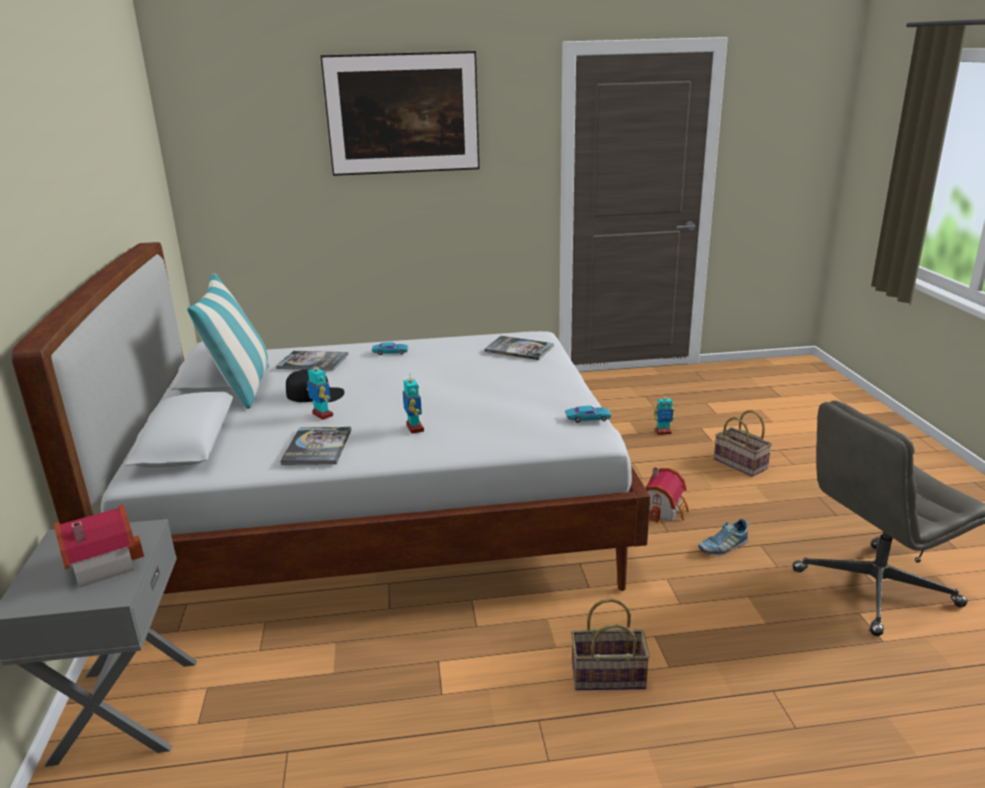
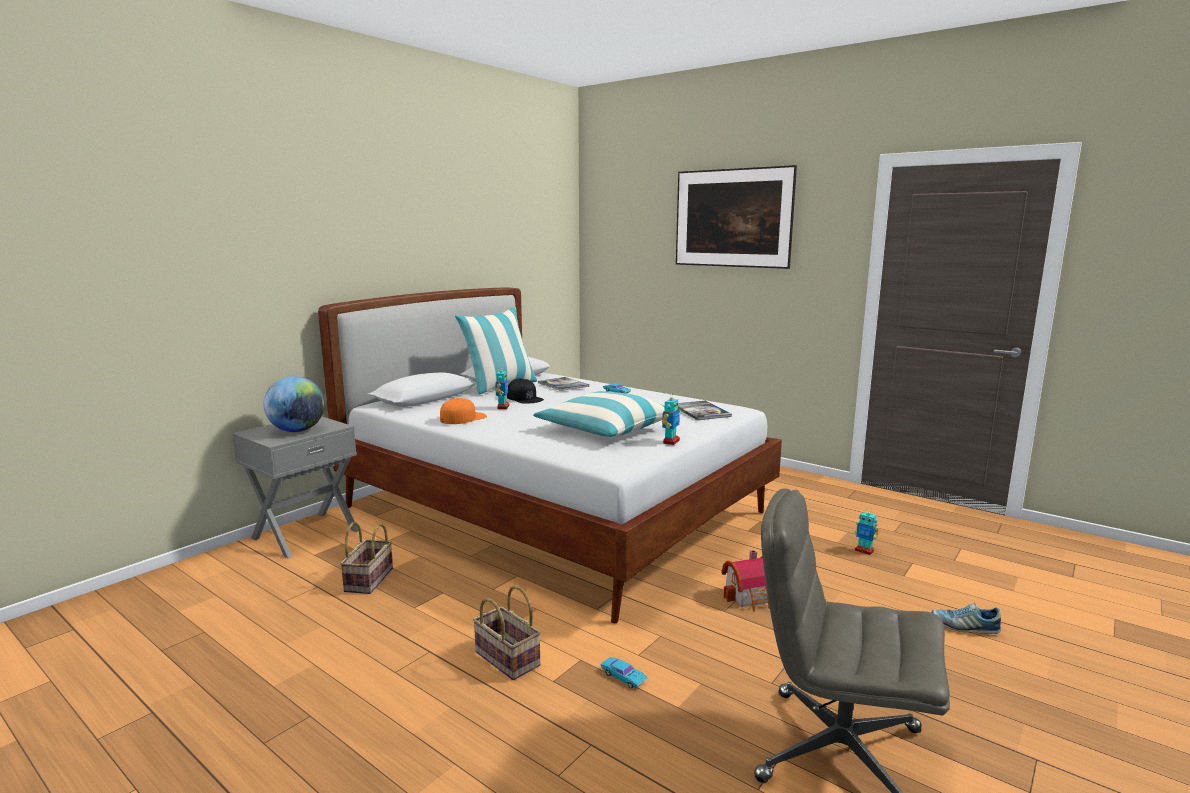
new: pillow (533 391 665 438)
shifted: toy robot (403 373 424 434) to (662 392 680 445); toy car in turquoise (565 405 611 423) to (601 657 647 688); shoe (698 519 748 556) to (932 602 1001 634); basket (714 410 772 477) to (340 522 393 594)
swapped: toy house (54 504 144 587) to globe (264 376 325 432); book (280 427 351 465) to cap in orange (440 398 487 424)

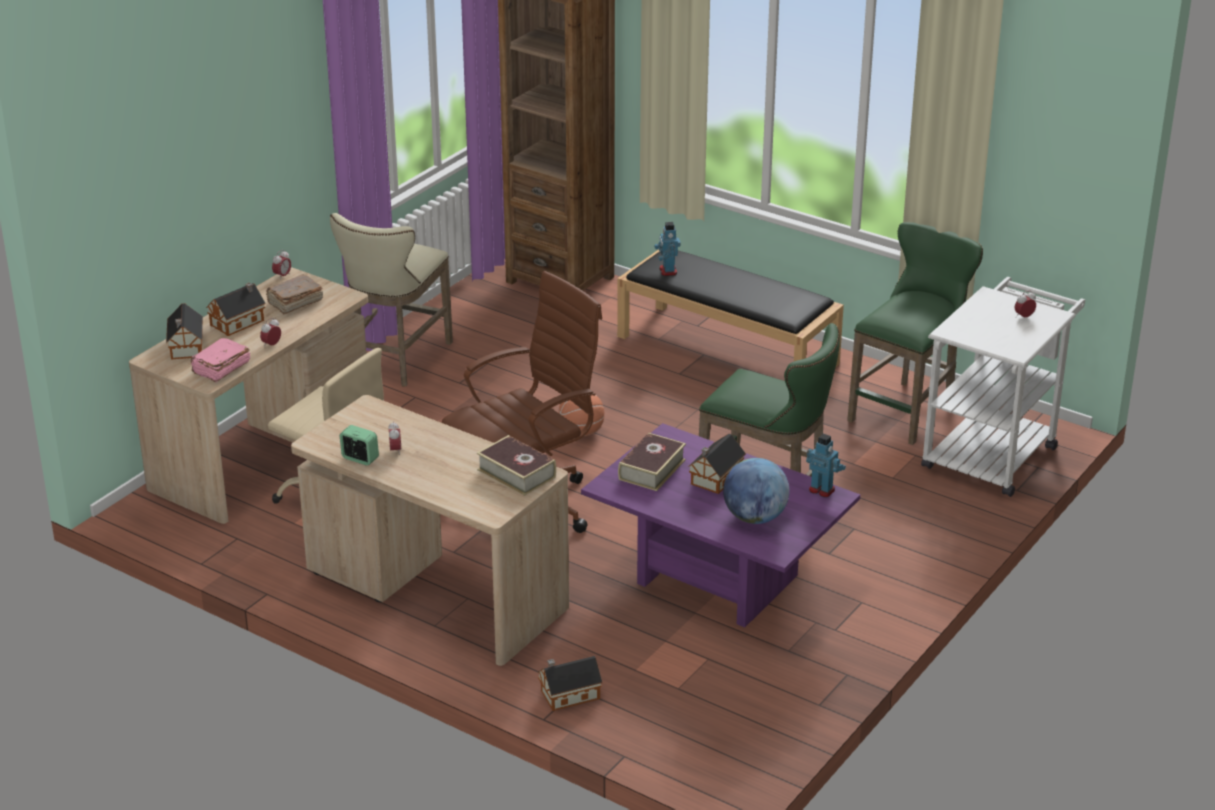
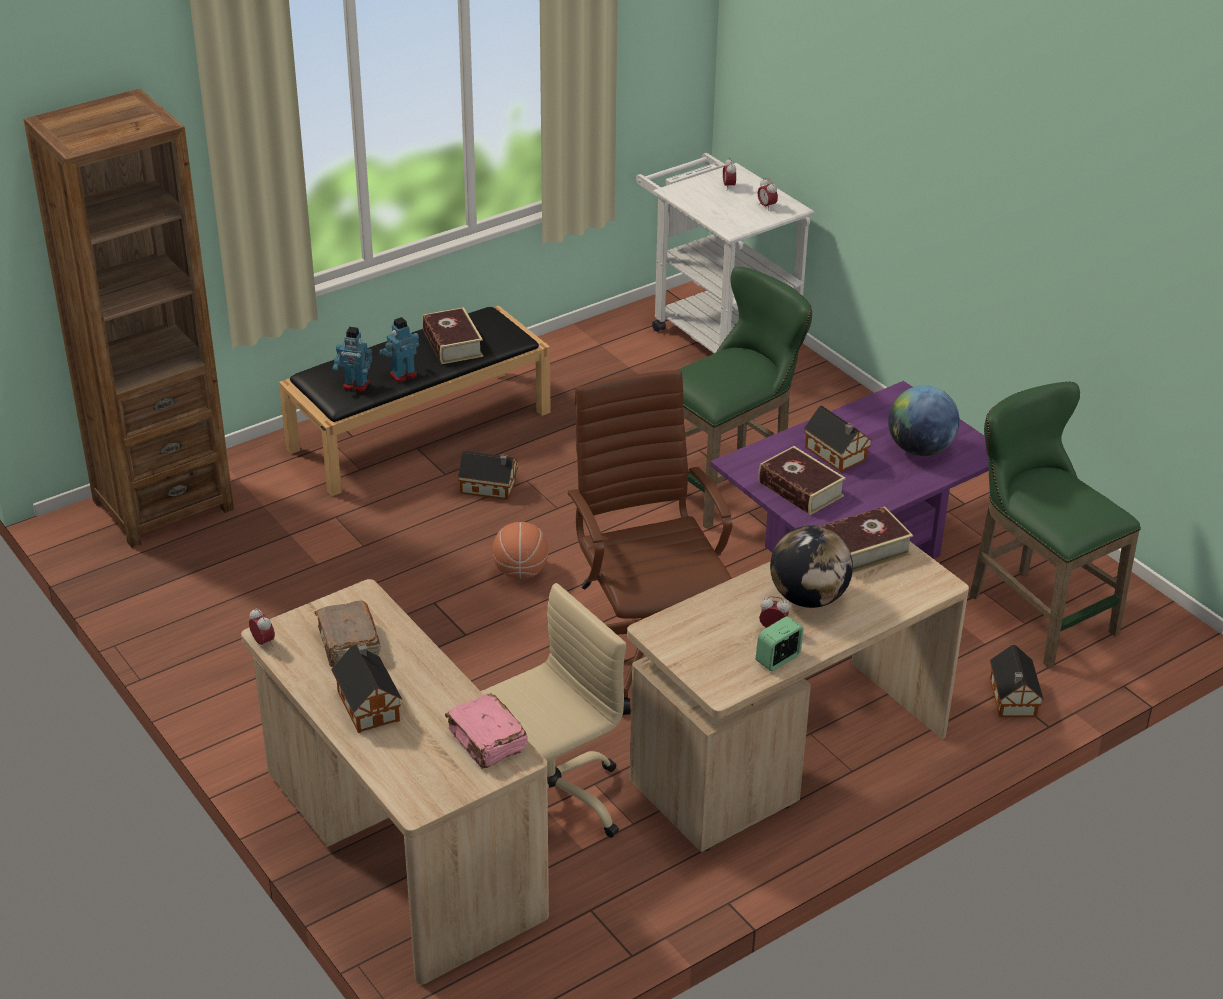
gone: stool in beige (330 213 453 386)
new: book (422 307 483 364); globe (770 525 853 608)
shifted: toy house (166 303 203 359) to (458 451 518 500); alarm clock (260 318 281 347) to (758 177 778 211); toy robot (806 434 846 497) to (379 317 419 383); stool in green (847 222 983 445) to (969 381 1141 668)

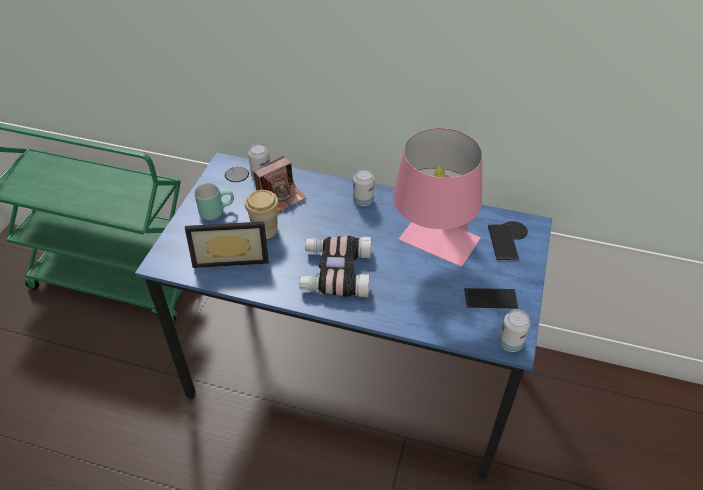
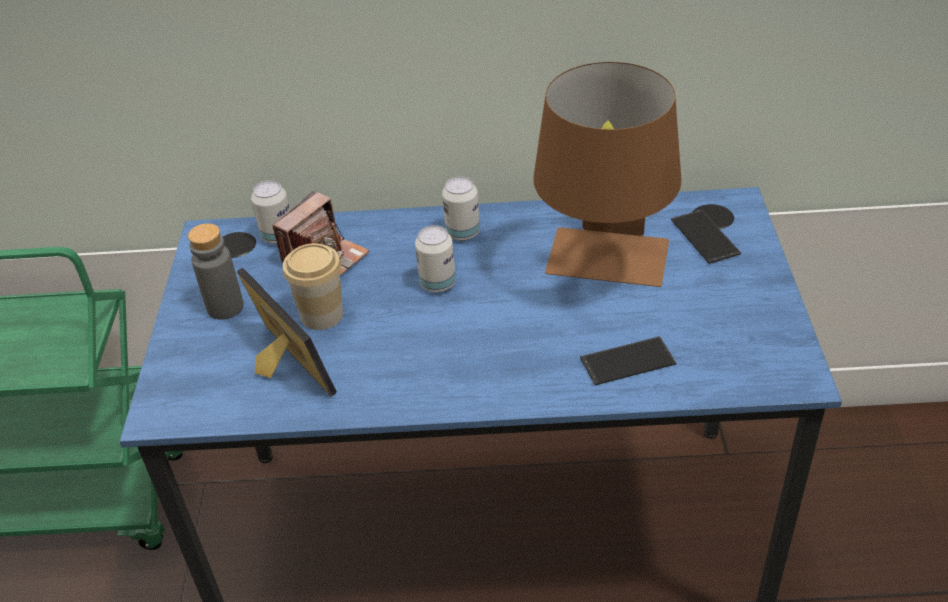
gone: binoculars (299 236 371 297)
shifted: phone (464 288 518 309) to (580 336 676 385); can (499 309 530 352) to (415 225 456 292)
swapped: mug in turquoise (194 183 234 220) to bottle in grey (188 223 244 320)
repainted: table lamp in pink (393 128 482 266) to table lamp in brown (533 62 681 287)
rotated: picture frame (185 221 269 268) = (237 268 336 397) 105 degrees counterclockwise

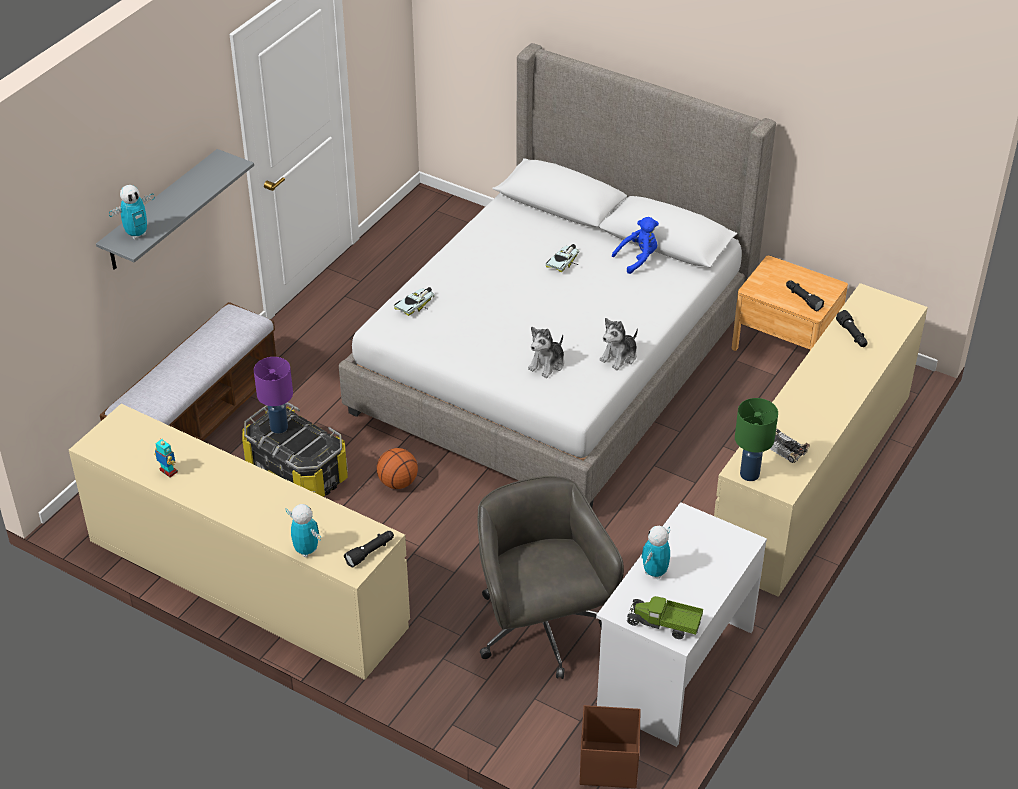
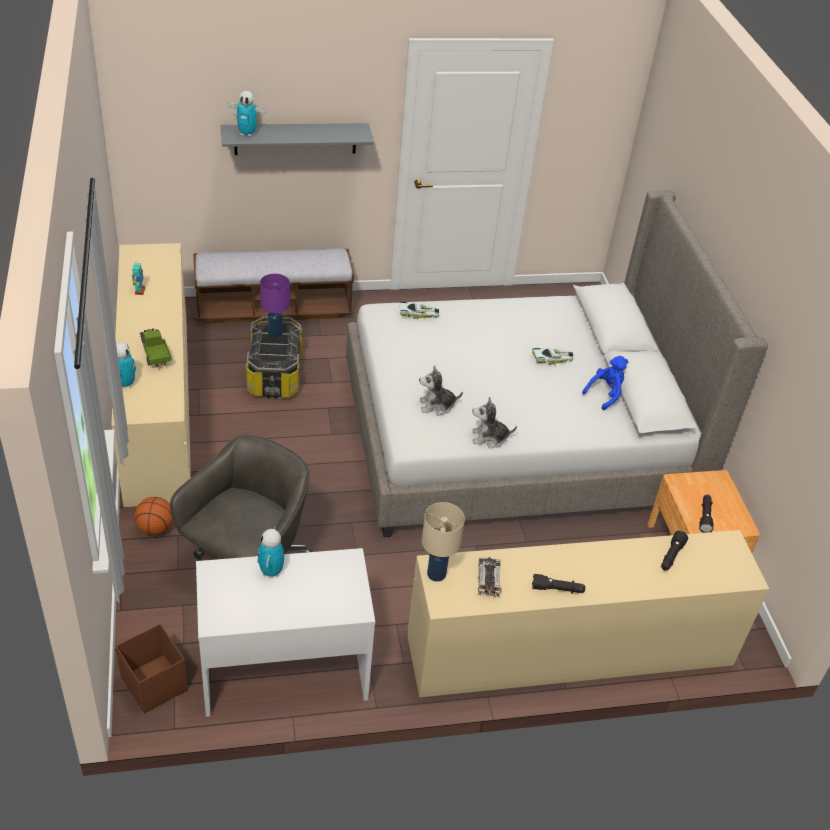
shifted: flashlight in black (344 531 394 568) to (532 574 585 594); basketball (377 448 418 489) to (135 497 173 535); toy truck (627 596 703 639) to (140 328 172 367)
repainted: table lamp in green (735 398 778 481) to table lamp in beige (422 502 465 582)
rotated: plush toy in blue (612 217 659 274) = (582 356 628 410) 60 degrees counterclockwise; toy robot (641 526 670 579) = (257 527 284 577) 75 degrees counterclockwise

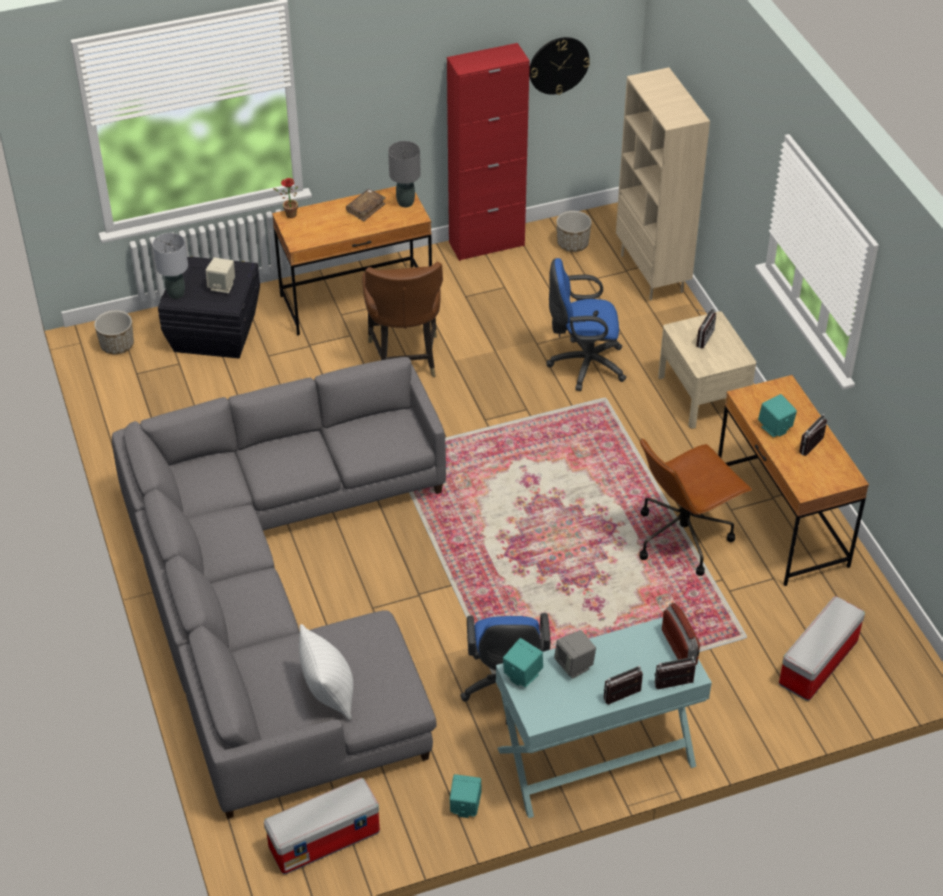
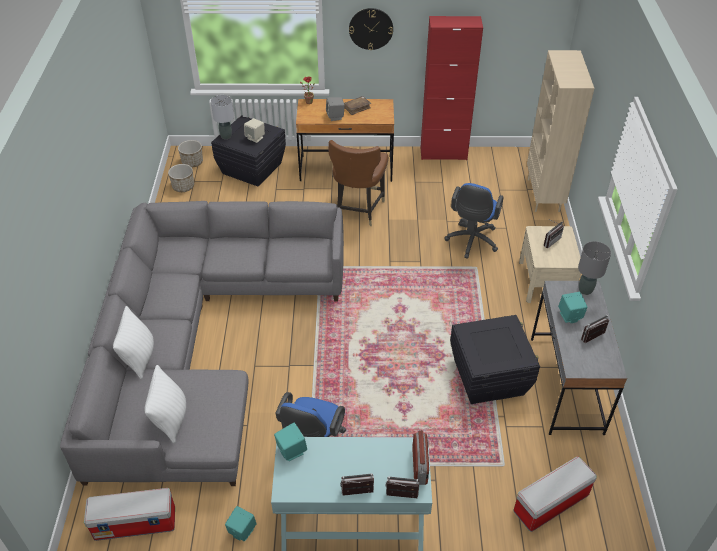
new: pillow in white (113 306 154 379)
shifted: table lamp in grey (388 141 421 207) to (578 241 611 295); wall clock (529 37 590 95) to (349 8 393 50); speaker in grey (554 630 596 679) to (326 97 345 121); planter (556 211 592 252) to (168 164 194 192)
swapped: office chair in brown (640 438 752 576) to storage box in black (450 315 540 404)
repainted: desk in brown (718 375 869 586) to desk in grey (531 281 627 435)
rotated: office chair in blue (546 258 626 391) = (444 183 503 259) 90 degrees counterclockwise

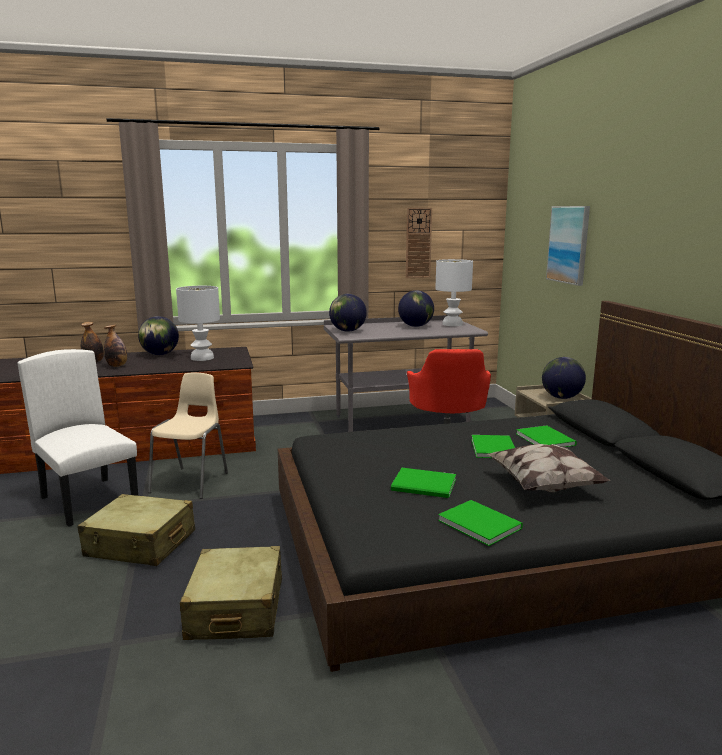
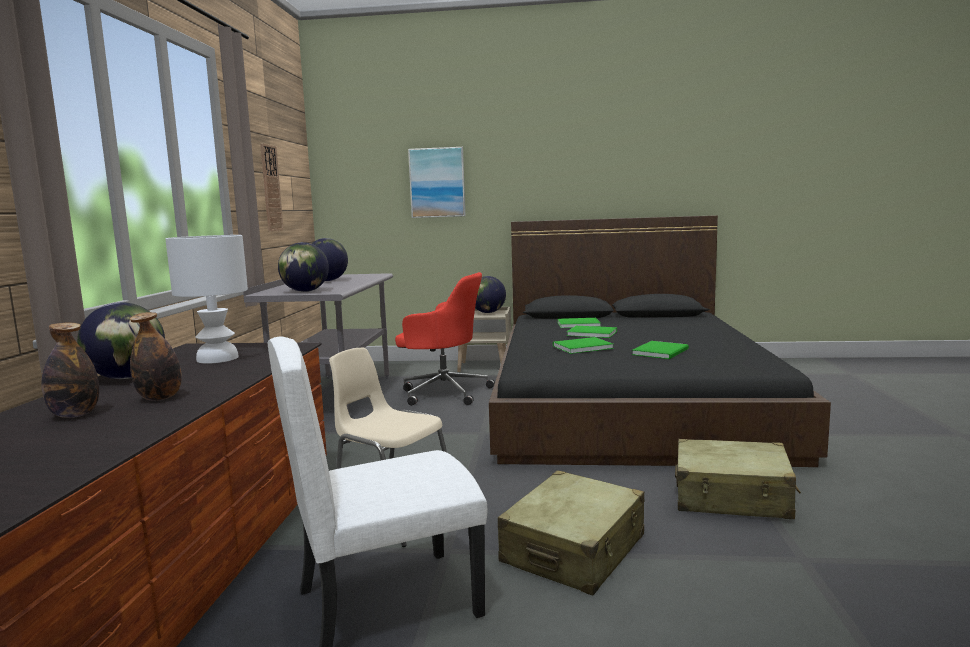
gone: table lamp in white (435 259 473 326); pillow (488 444 610 492)
shifted: book in green (438 500 523 546) to (553 337 614 354)

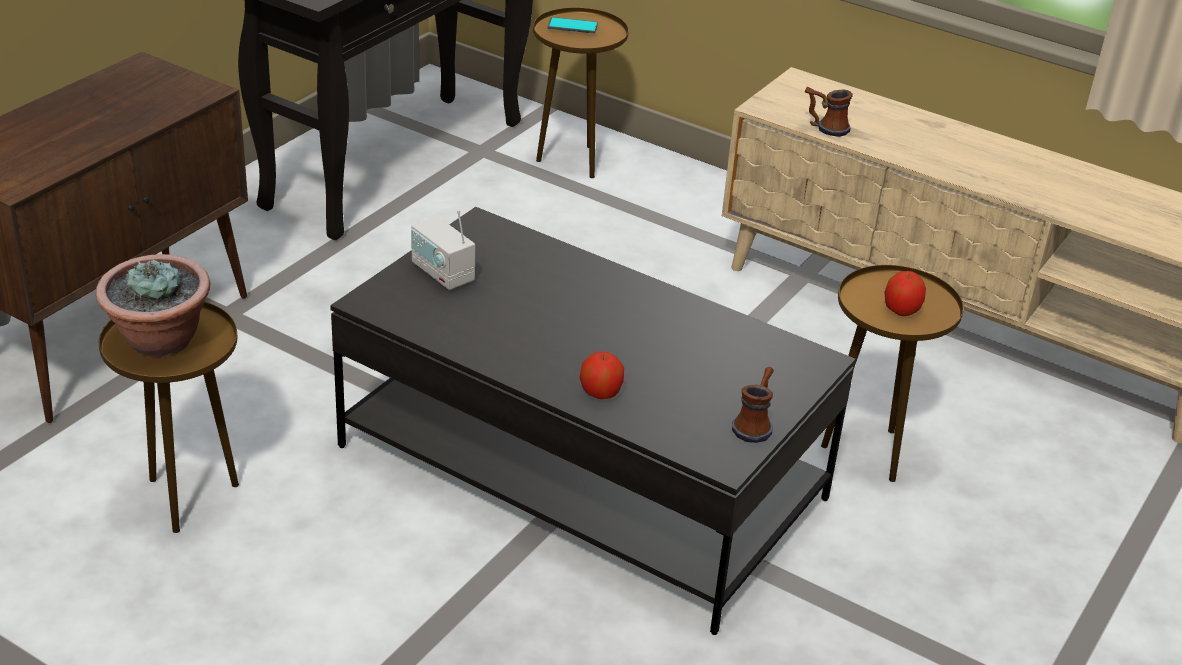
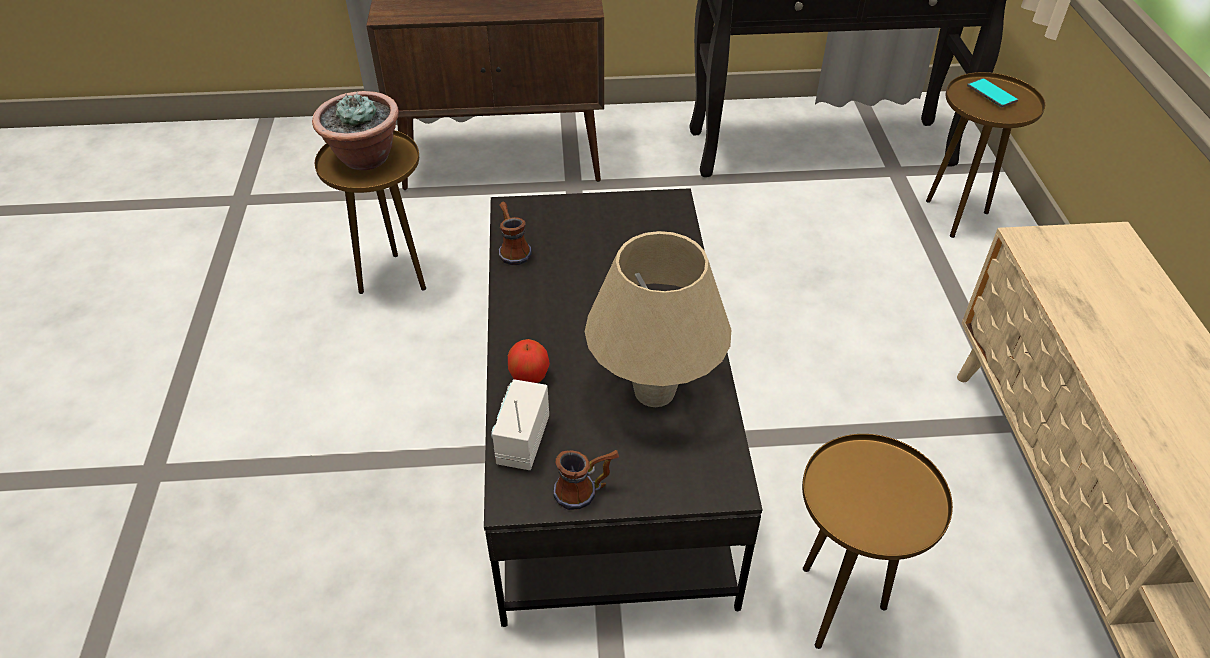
gone: apple (884 271 926 316)
new: table lamp in beige (585 231 731 407)
shifted: radio (411 210 475 290) to (491 379 549 470); mug (805 87 853 137) to (499 201 532 265)

